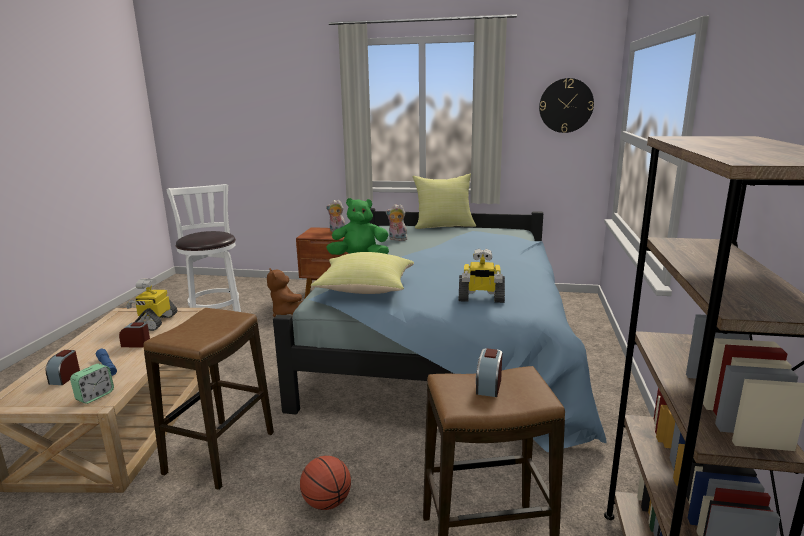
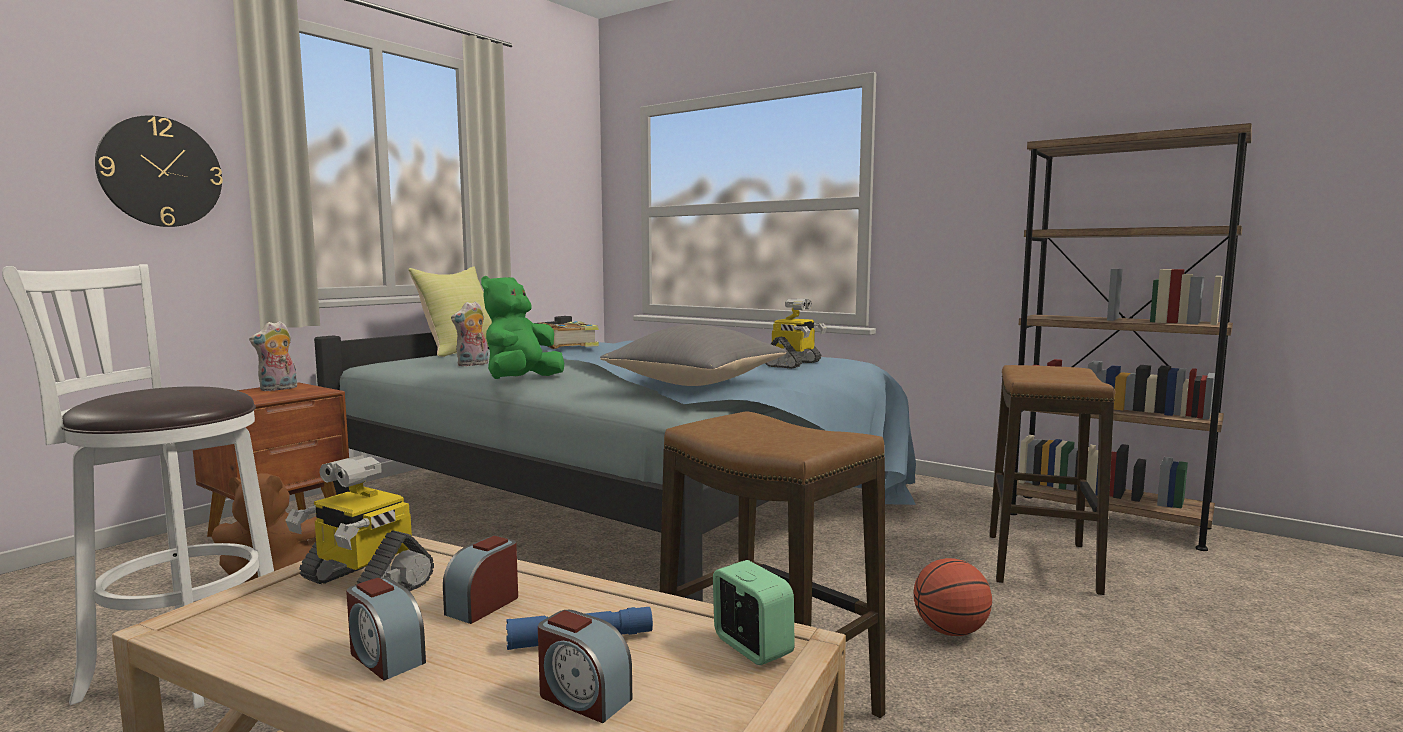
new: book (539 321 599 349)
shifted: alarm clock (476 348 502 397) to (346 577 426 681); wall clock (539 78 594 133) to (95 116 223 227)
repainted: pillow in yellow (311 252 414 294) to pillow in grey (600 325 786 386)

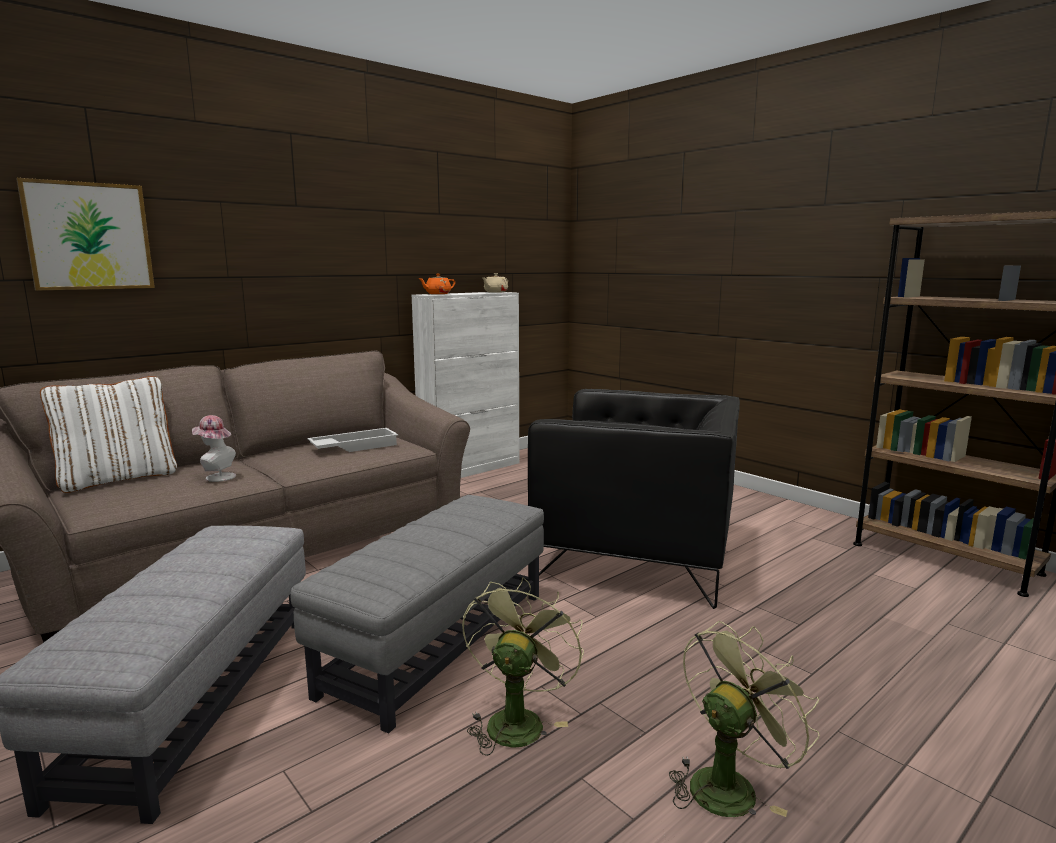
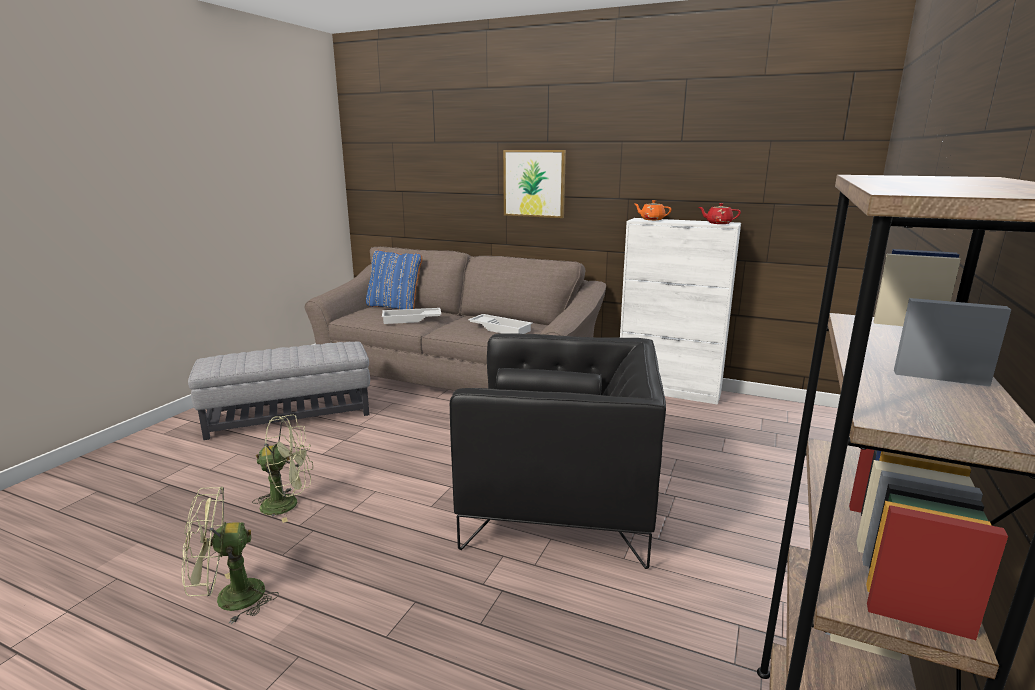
gone: ottoman in grey (290 495 544 733)
shifted: picture (16 178 155 291) to (503 150 566 218)
swapped: hat (192 415 236 482) to tray in white (382 308 442 324)
repainted: pillow in white (40 376 177 493) to pillow in blue (366 250 423 310); teapot in beige (482 273 508 293) to teapot in red (699 203 741 224)
rotated: armchair in black (528 389 740 609) = (450 333 666 569) 75 degrees counterclockwise; fan in green (669 621 820 817) = (182 486 279 624) 135 degrees clockwise

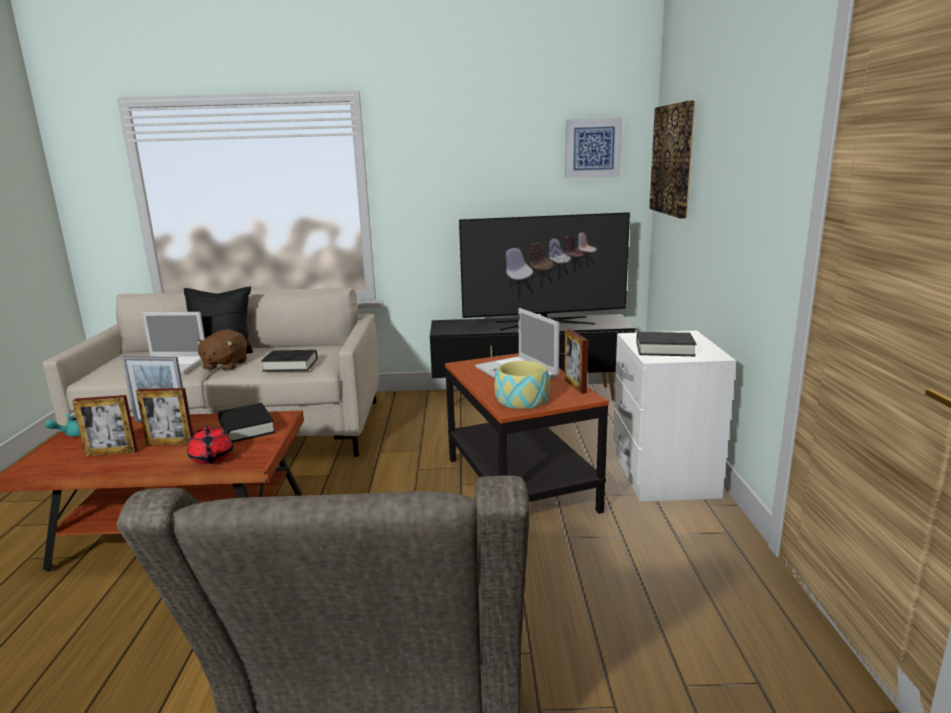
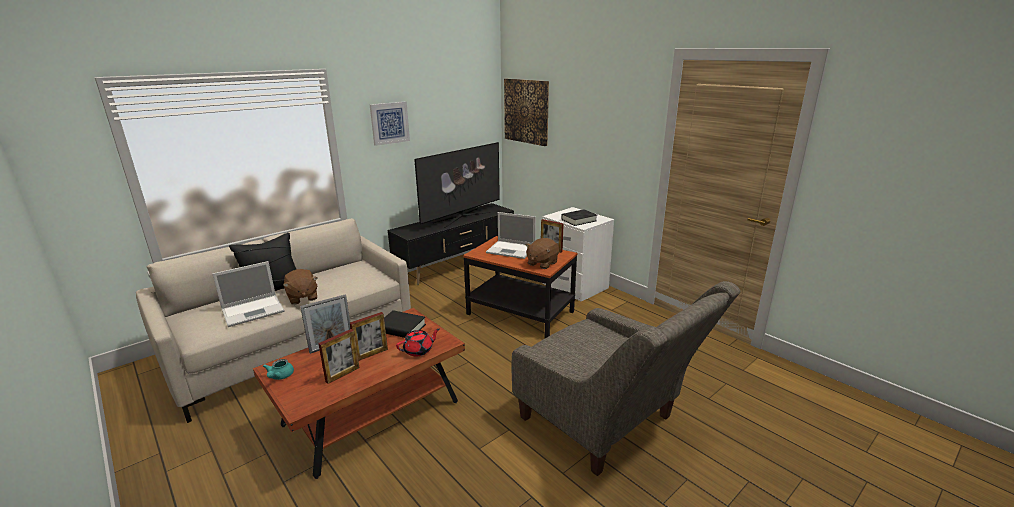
gone: book in black (261 350 317 371)
shifted: picture (565 118 623 178) to (370 102 410 146)
swapped: bowl (494 361 550 409) to plush toy in brown (525 238 559 269)
rotated: teapot in red (188 426 233 464) = (396 329 439 356) 60 degrees counterclockwise

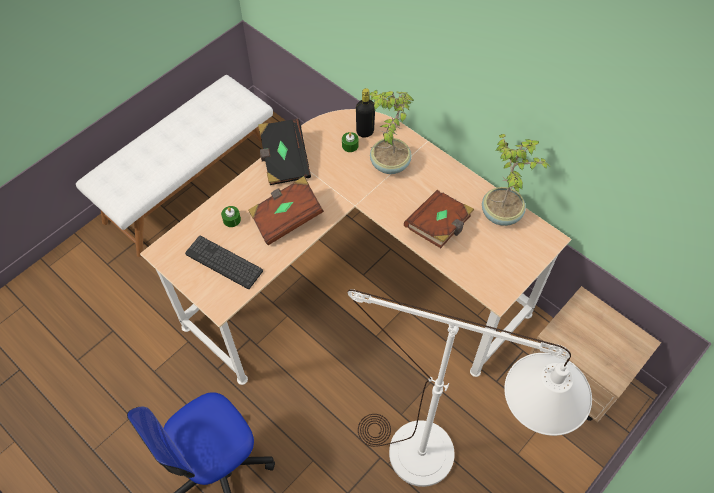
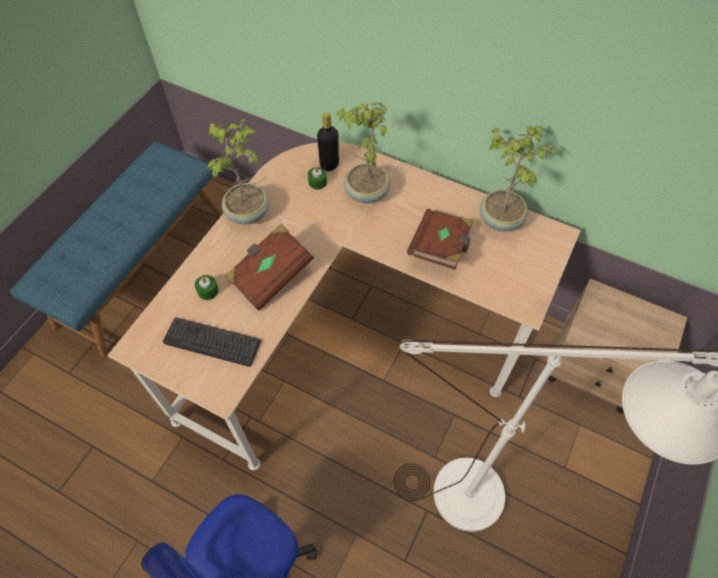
swapped: book in black (258 119 311 185) to potted plant (206 119 270 224)
repainted: bench in white (76 75 273 257) to bench in blue (10 141 222 357)

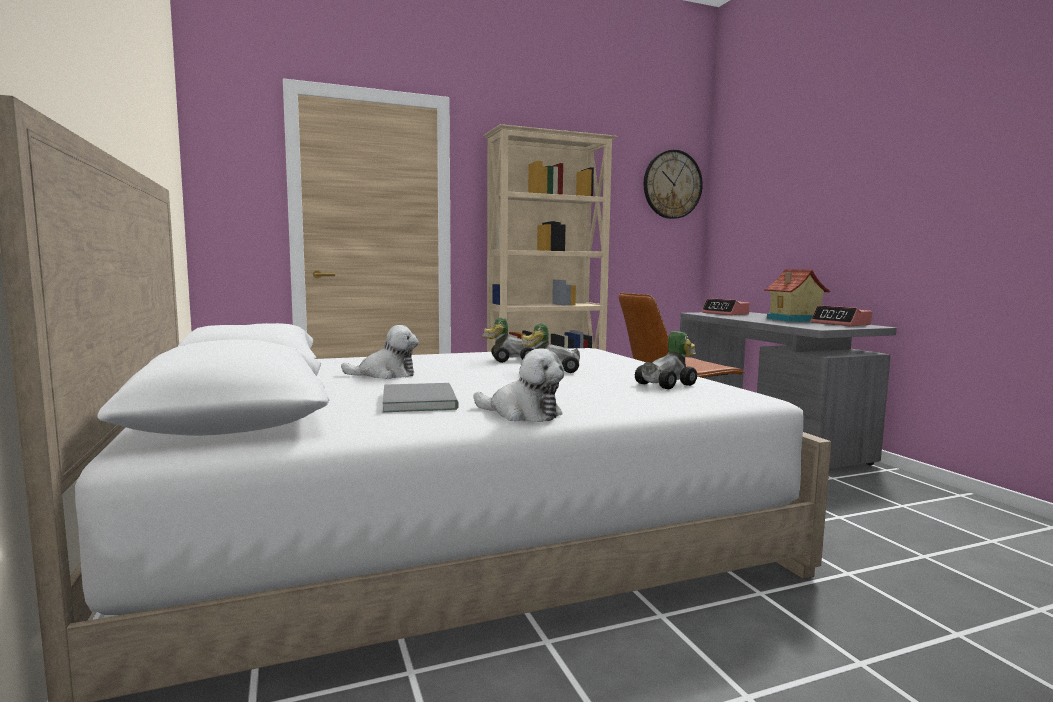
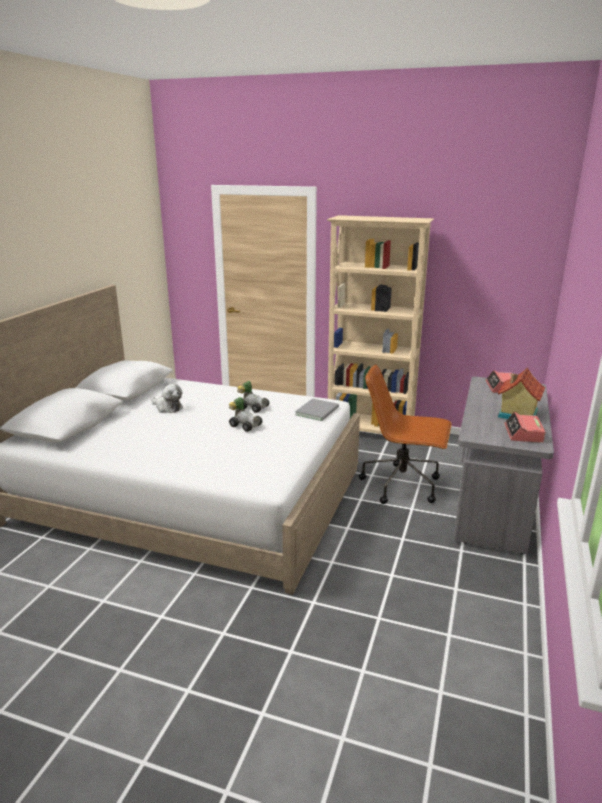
gone: plush toy (474 349 564 422); toy car (635 331 697 389); wall clock (644 150 703 219)
shifted: book in grey (383 383 459 412) to (295 398 339 421)

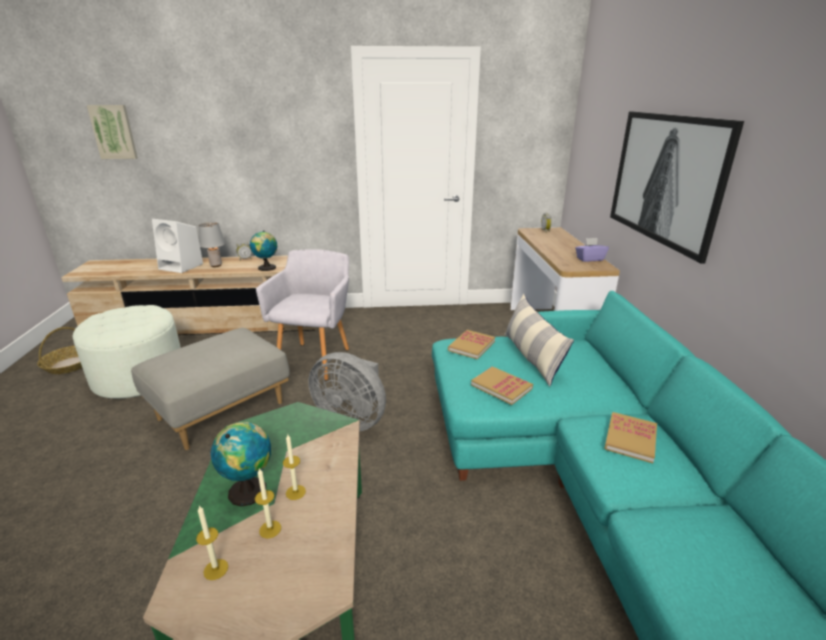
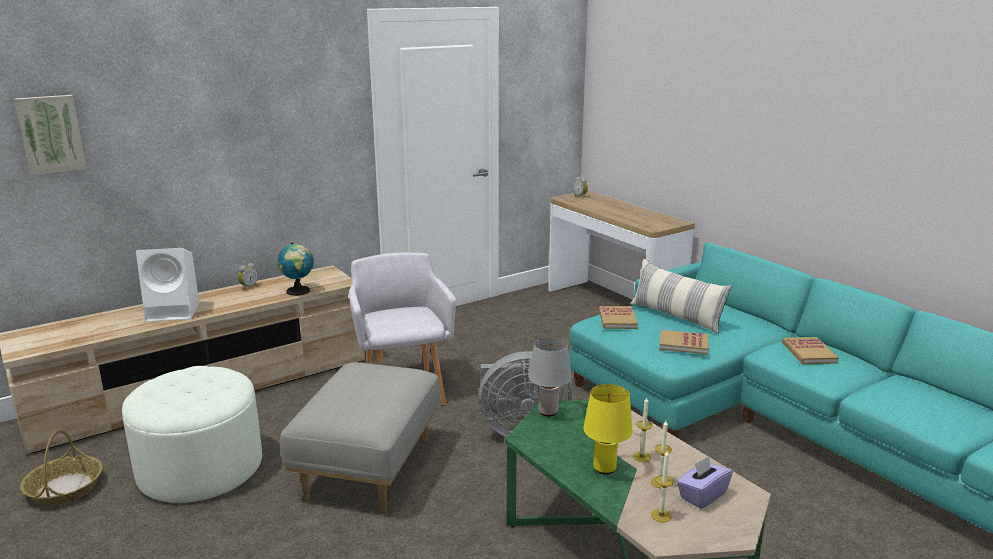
gone: picture (610 112 744 264)
shifted: table lamp in grey (199 222 225 267) to (529 337 572 416); tissue box in purple (575 238 609 262) to (677 456 733 509)
swapped: globe (211 422 271 507) to table lamp in yellow (583 384 633 474)

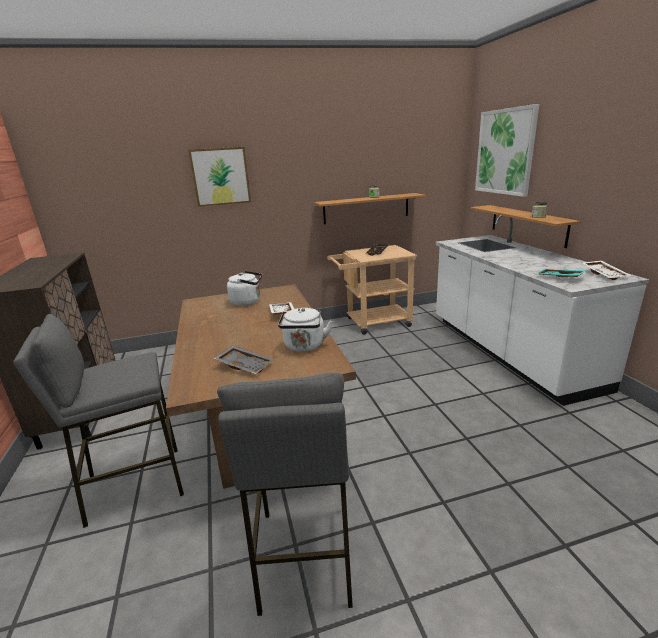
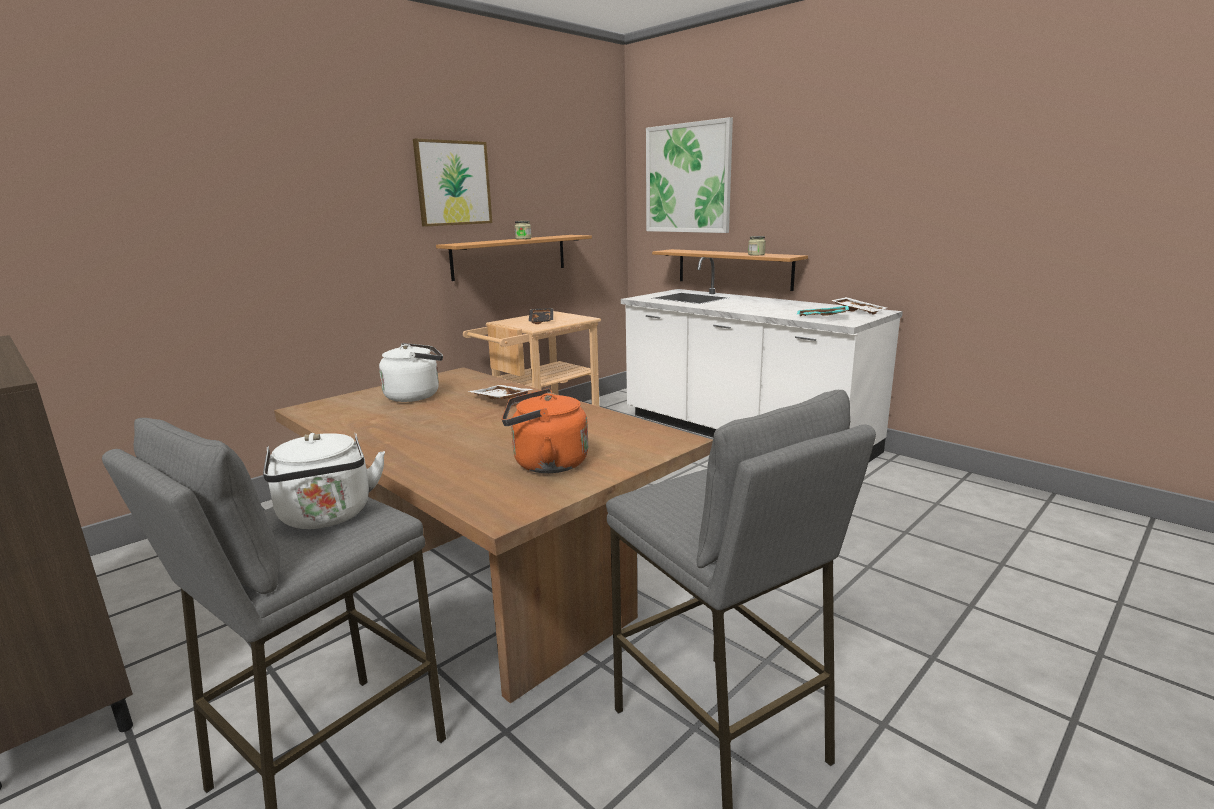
shifted: picture (189 147 251 207) to (413 138 492 227); kettle in white (278 308 333 352) to (263 433 385 529)
swapped: tray in grey (214 346 274 374) to kettle in orange (502 389 588 473)

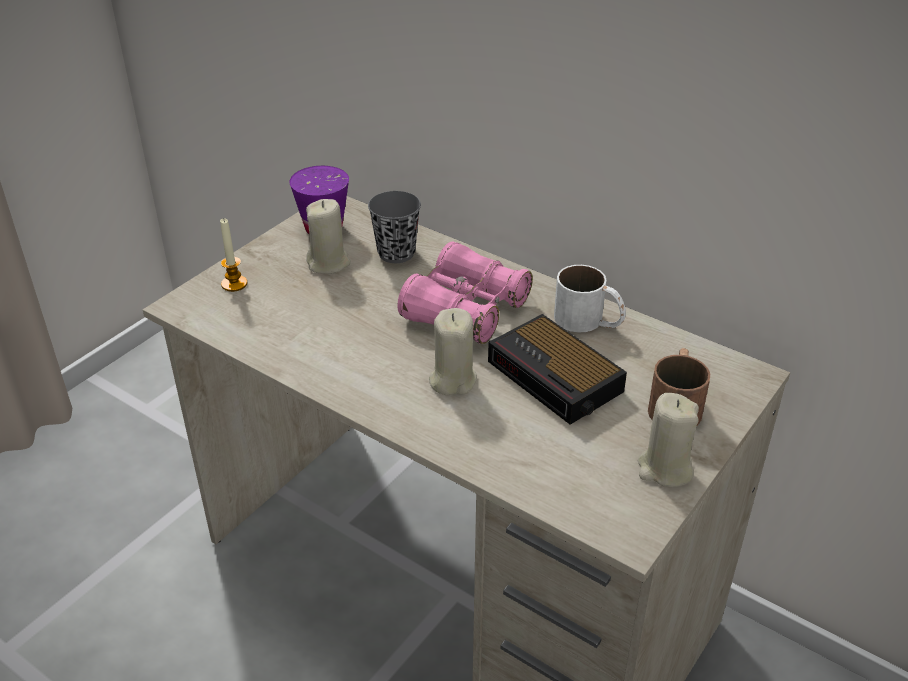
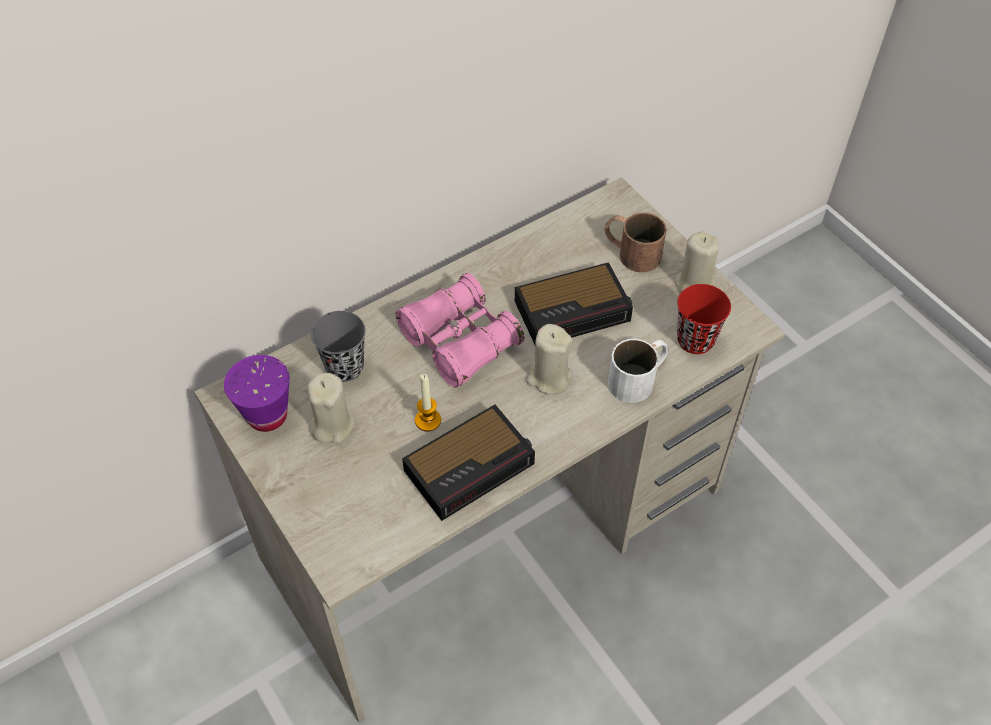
new: alarm clock (402 405 535 521); cup in red (677 284 731 354)
shifted: candle (220 218 248 292) to (415 374 441 432); mug in white (554 265 626 332) to (608 339 668 403)

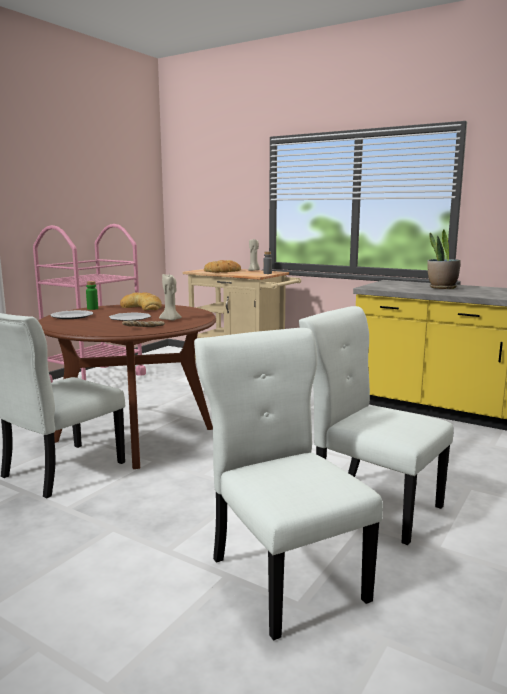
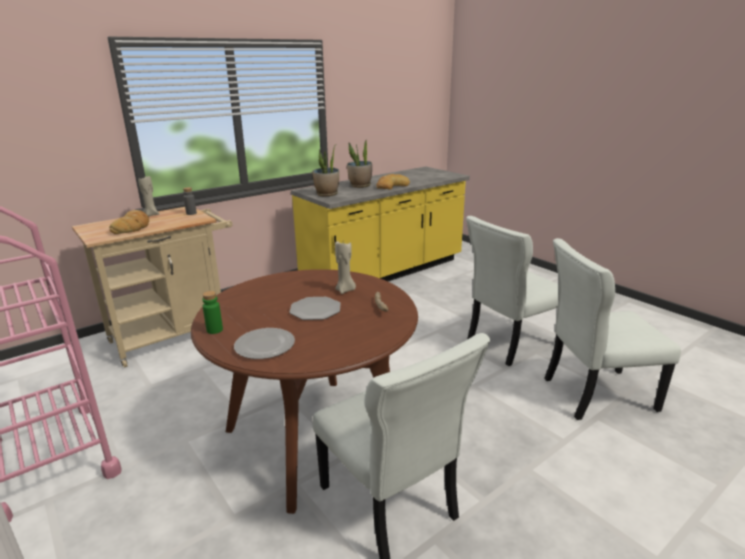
new: potted plant (312 146 339 197)
shifted: bread (120 292 162 310) to (377 174 410 190)

